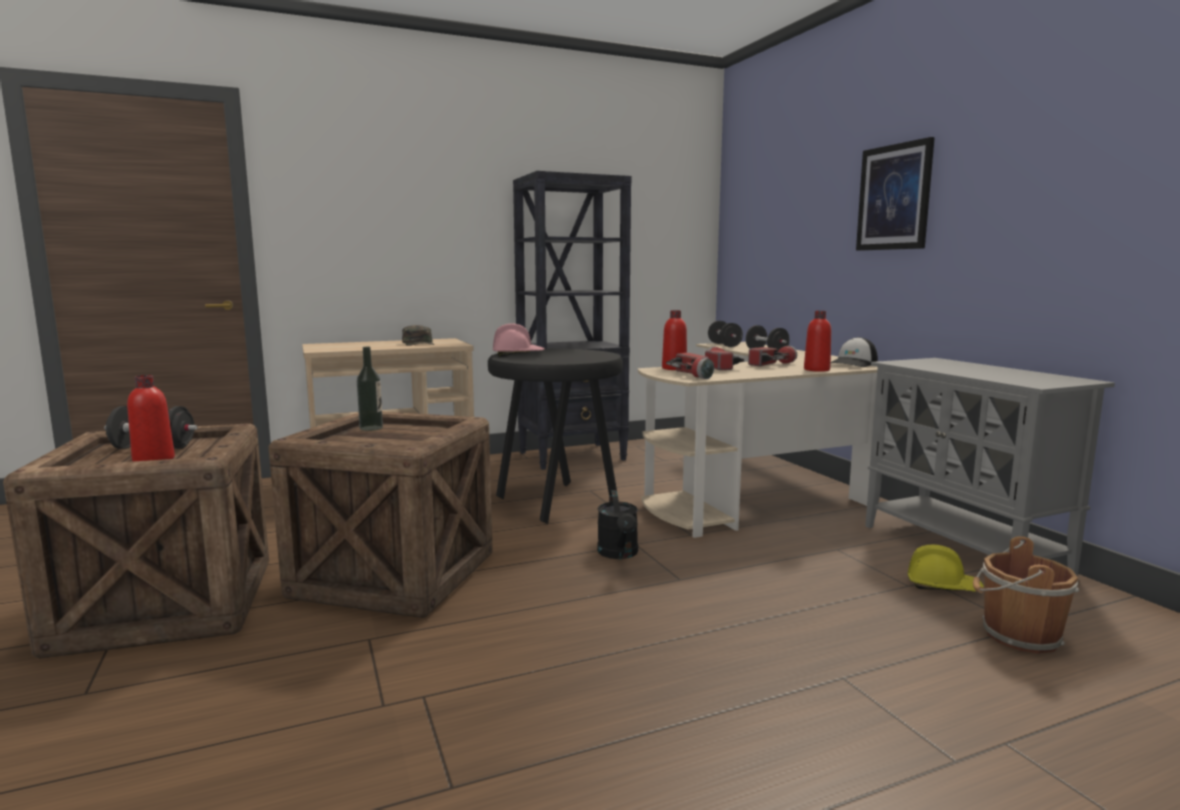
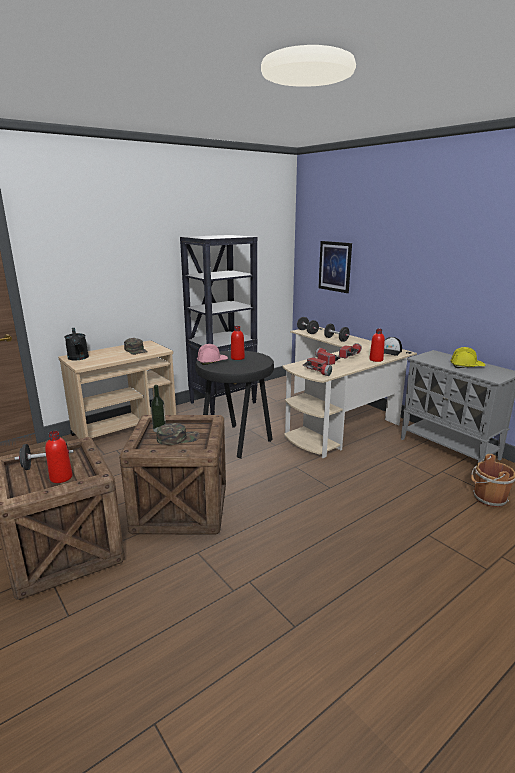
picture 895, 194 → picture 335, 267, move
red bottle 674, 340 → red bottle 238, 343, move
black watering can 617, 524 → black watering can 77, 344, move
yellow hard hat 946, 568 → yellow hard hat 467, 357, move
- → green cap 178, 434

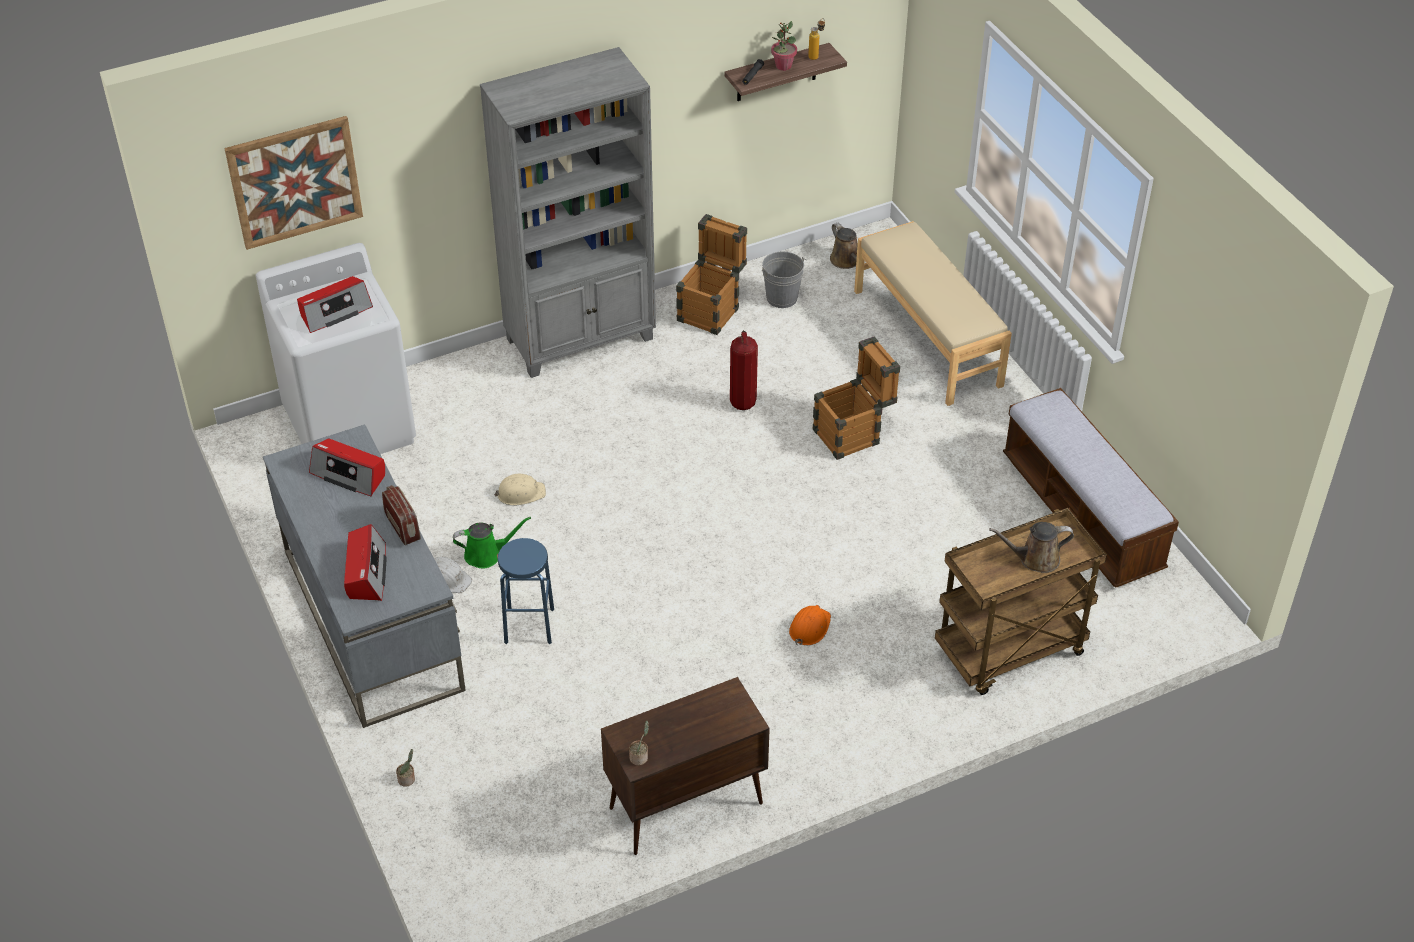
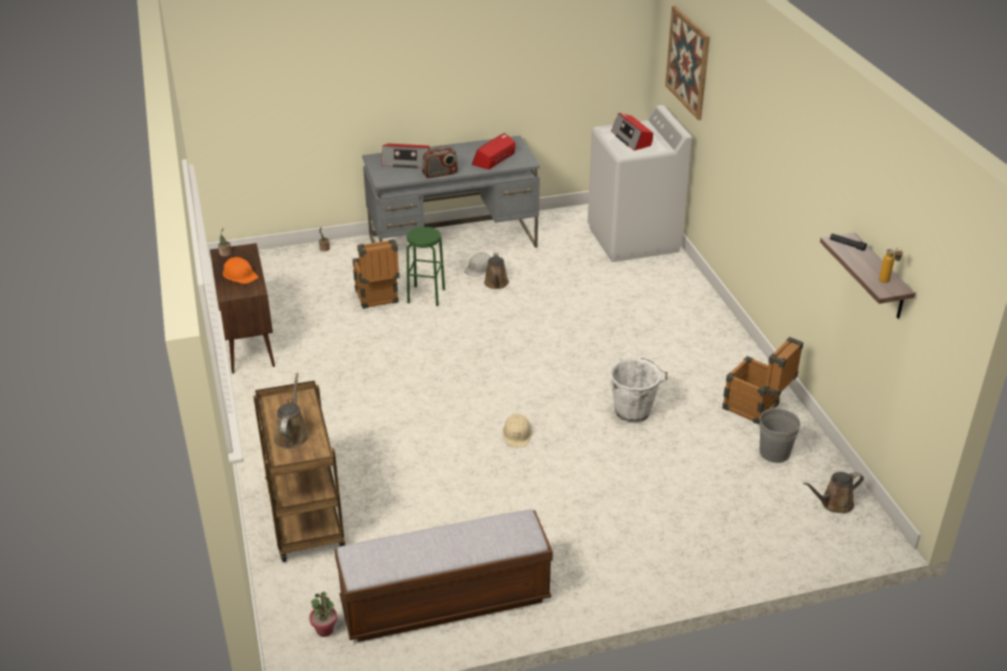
potted plant 784, 46 → potted plant 323, 614, move
grey bookcase 568, 212 → -
beige bench 933, 313 → -
fire extinguisher 744, 370 → white bucket 638, 390
crate 856, 398 → crate 376, 274, move
beige hard hat 520, 489 → beige hard hat 517, 430, move
green watering can 492, 542 → brown watering can 496, 270
blue stool 526, 591 → green stool 425, 266
orange hard hat 810, 625 → orange hard hat 240, 270, move

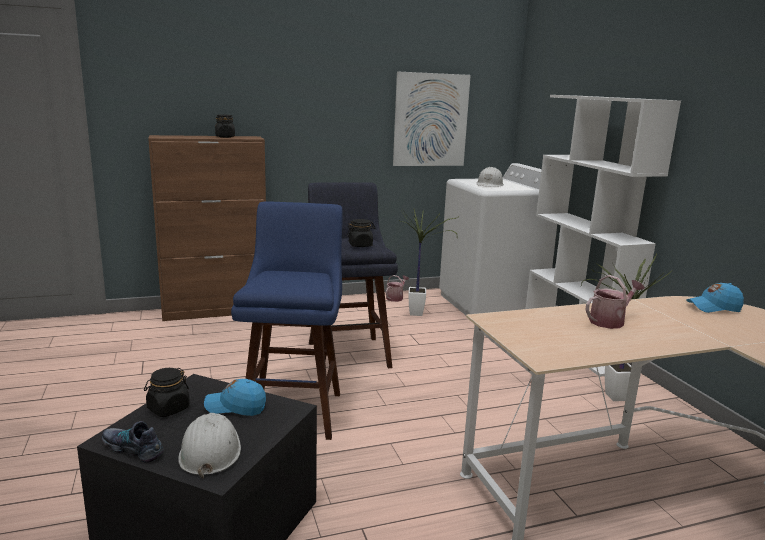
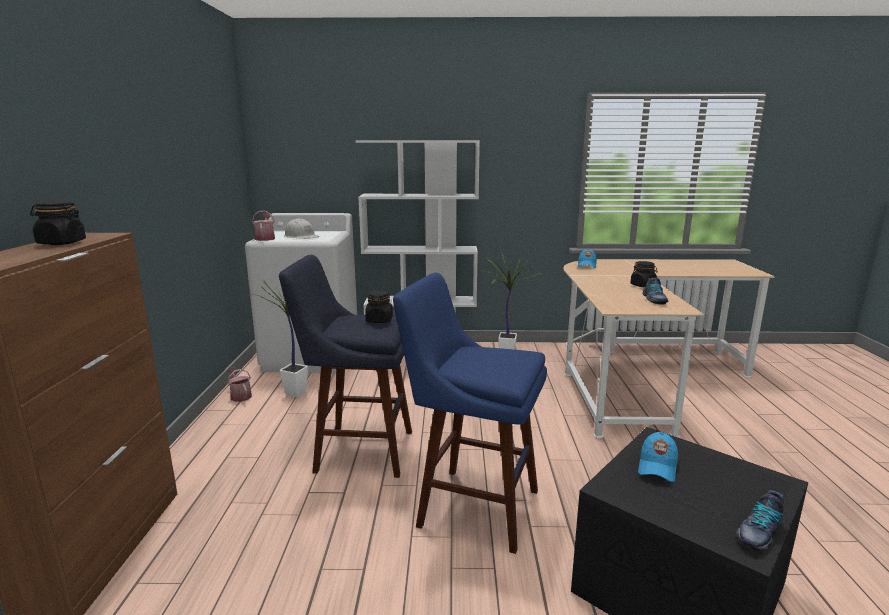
picture 432, 118 → -
watering can 615, 302 → watering can 263, 226, move
black jar 167, 392 → black jar 644, 274, move
white hard hat 209, 446 → -
- → shoe 655, 291

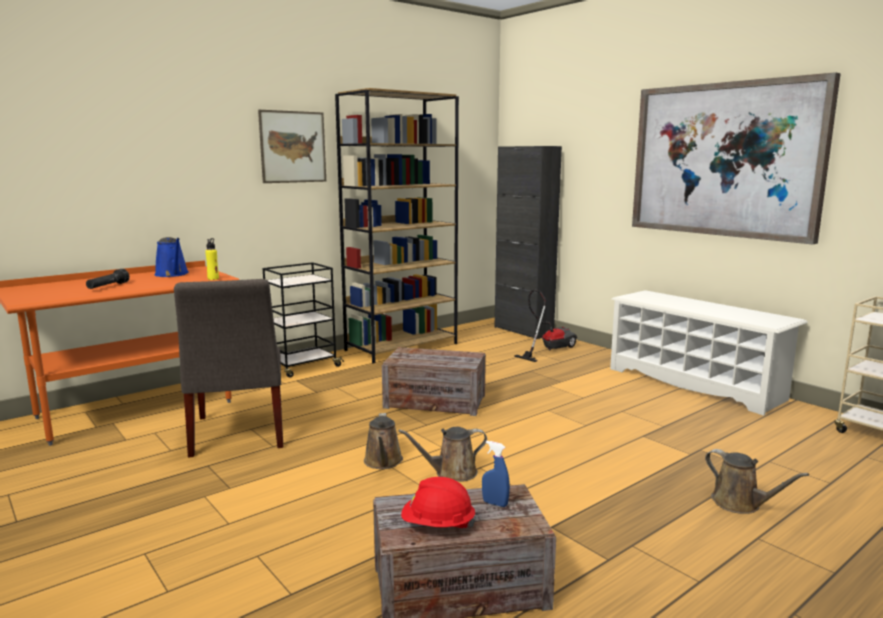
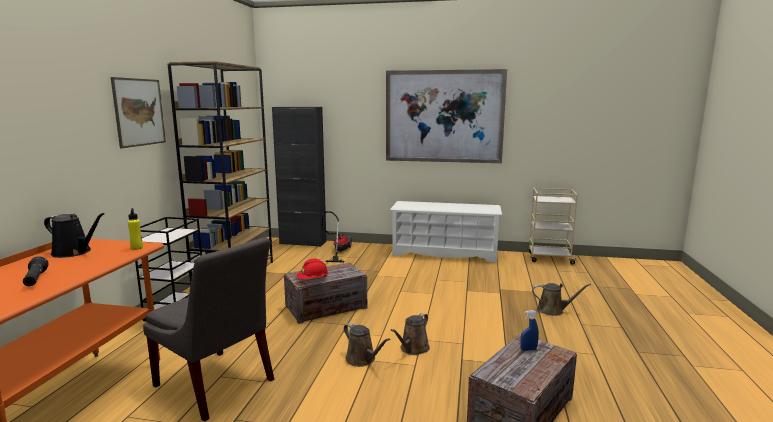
blue watering can 171, 257 → black watering can 74, 235
red hard hat 438, 502 → red hard hat 313, 268, move

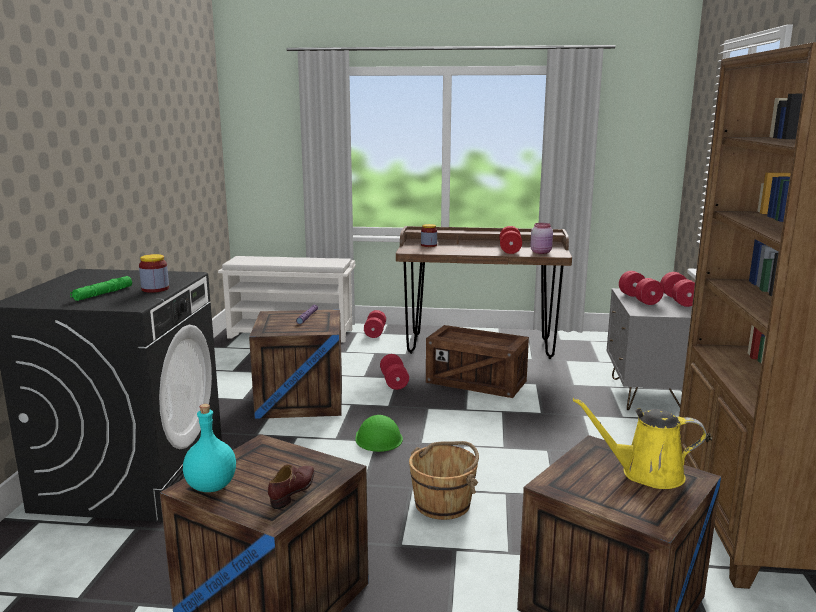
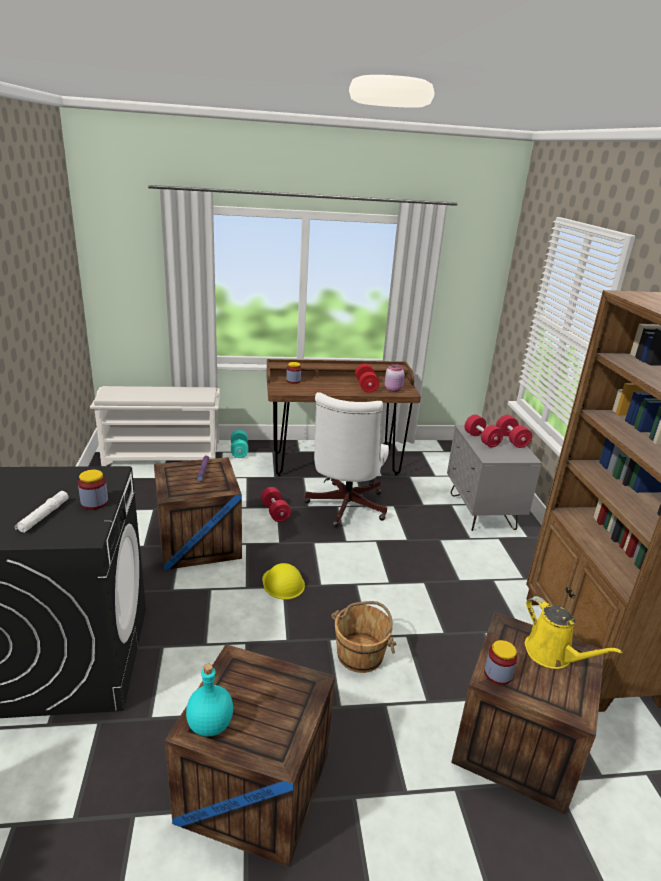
green flashlight 101, 288 → white flashlight 42, 512
red dumbbell 375, 324 → turquoise dumbbell 239, 444
crate 477, 361 → white office chair 346, 459
yellow watering can 640, 443 → yellow watering can 574, 632, 120 degrees counterclockwise
green hard hat 379, 433 → yellow hard hat 283, 581
brown shoe 291, 486 → -
- → jar 500, 662

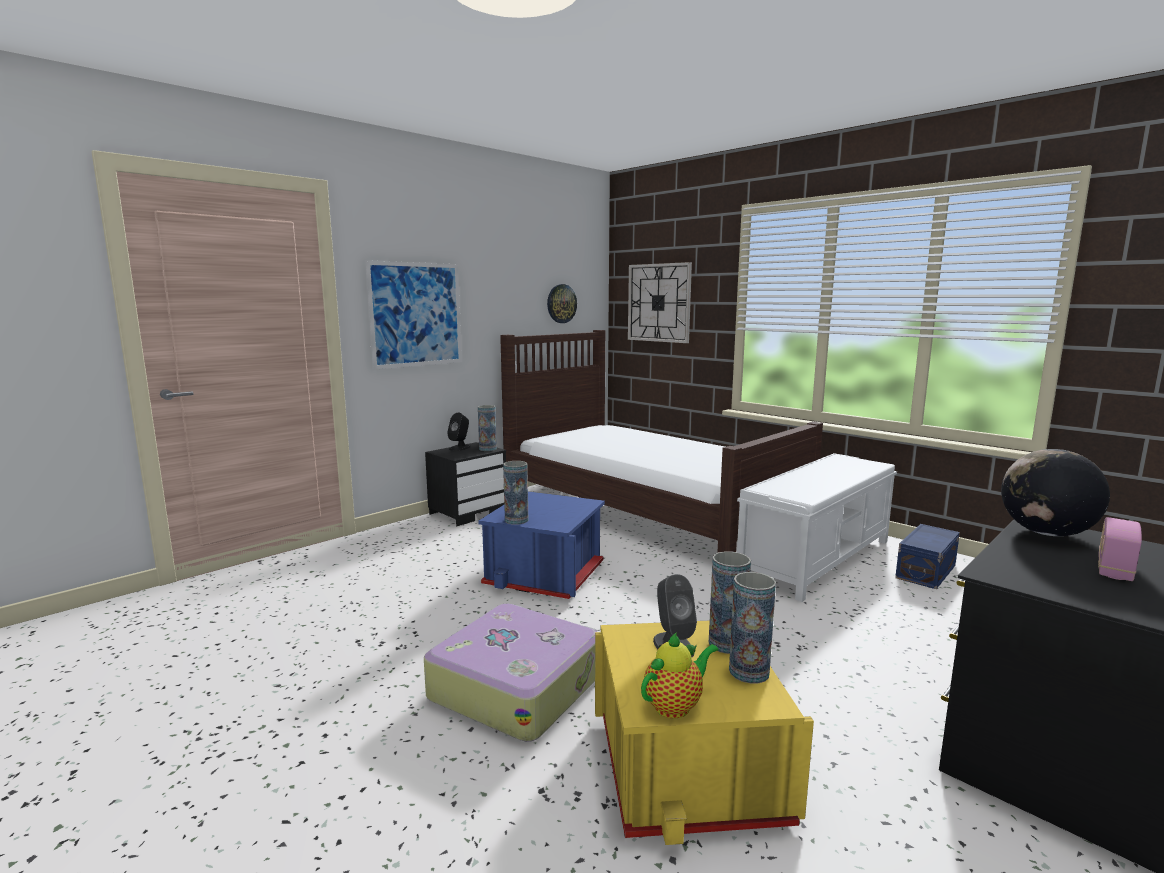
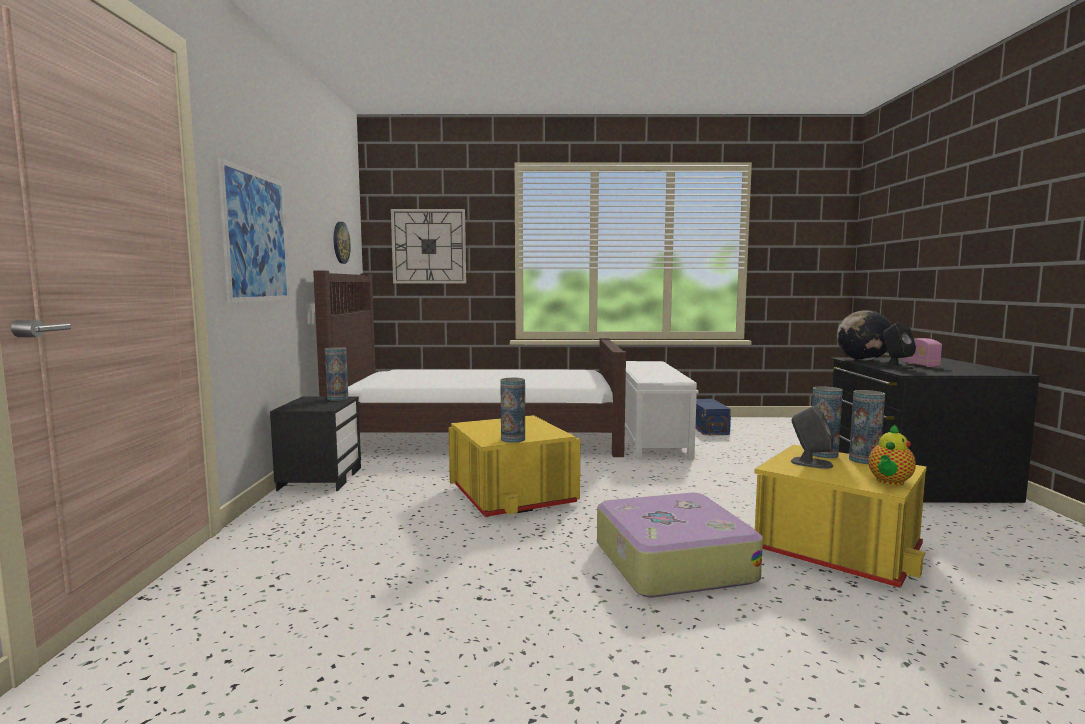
black speaker 459, 432 → black speaker 898, 345, move
blue storage box 541, 545 → yellow storage box 514, 466
teapot 680, 675 → teapot 892, 455, 150 degrees counterclockwise

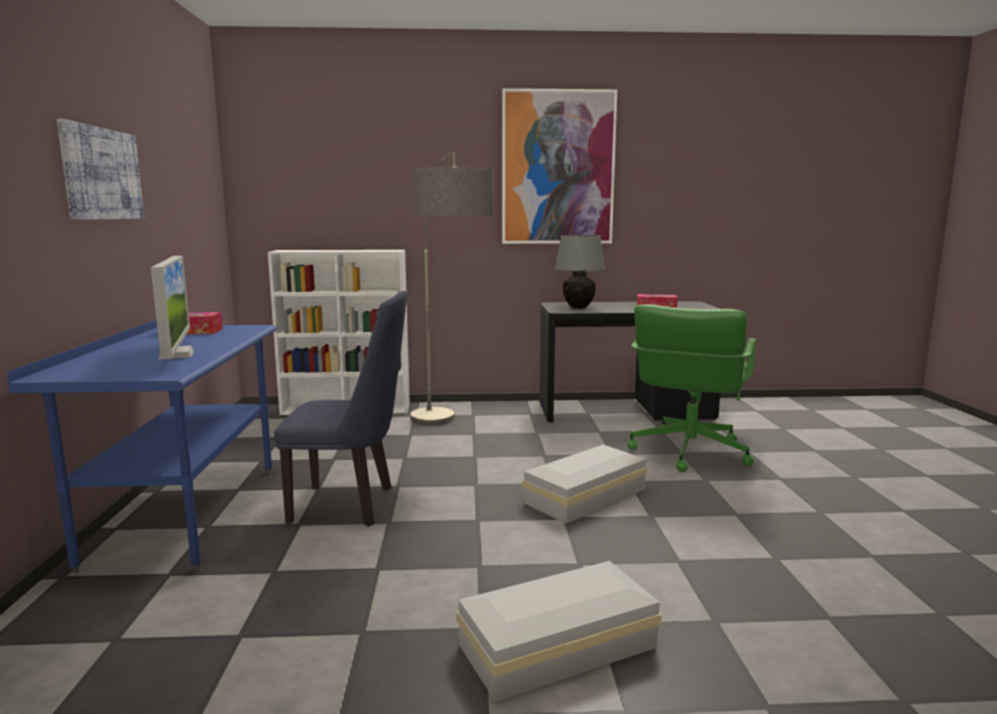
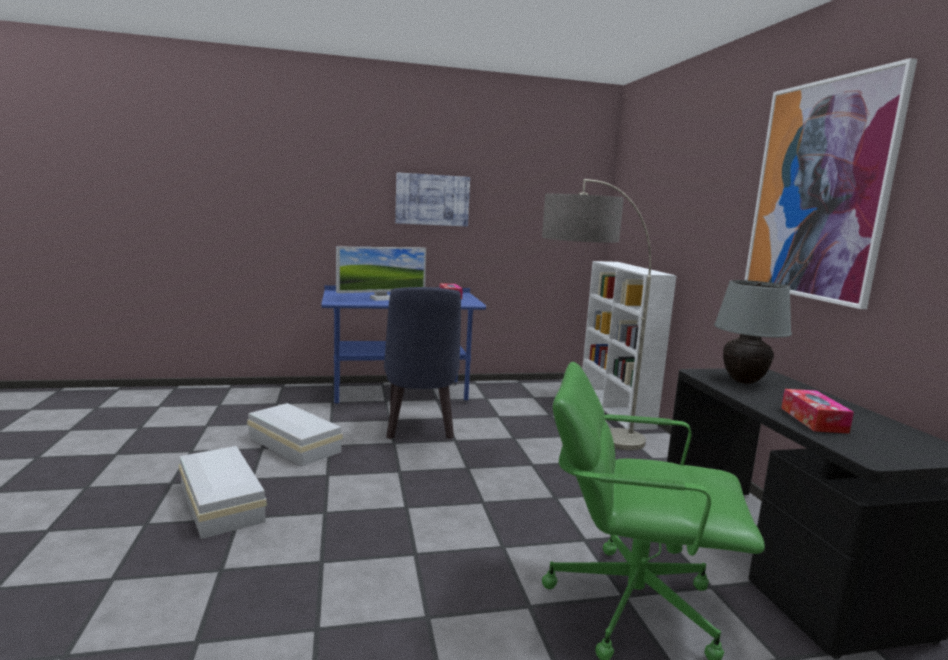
white storage box 585, 484 → white storage box 295, 435, move

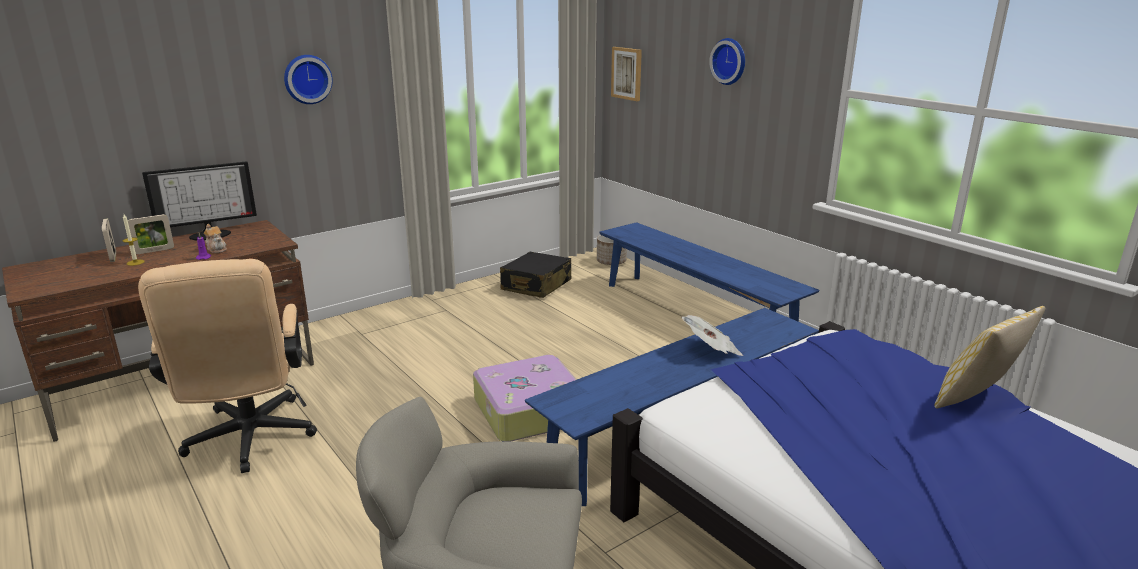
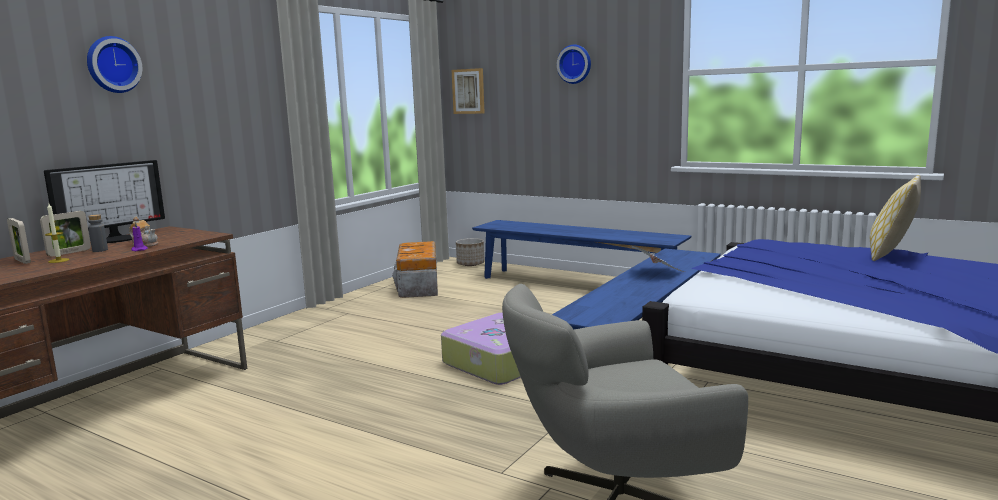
wall clock 308, 79 → wall clock 114, 64, move
black suitcase 535, 275 → storage box 415, 269
beige office chair 227, 366 → -
- → grey bottle 98, 233

